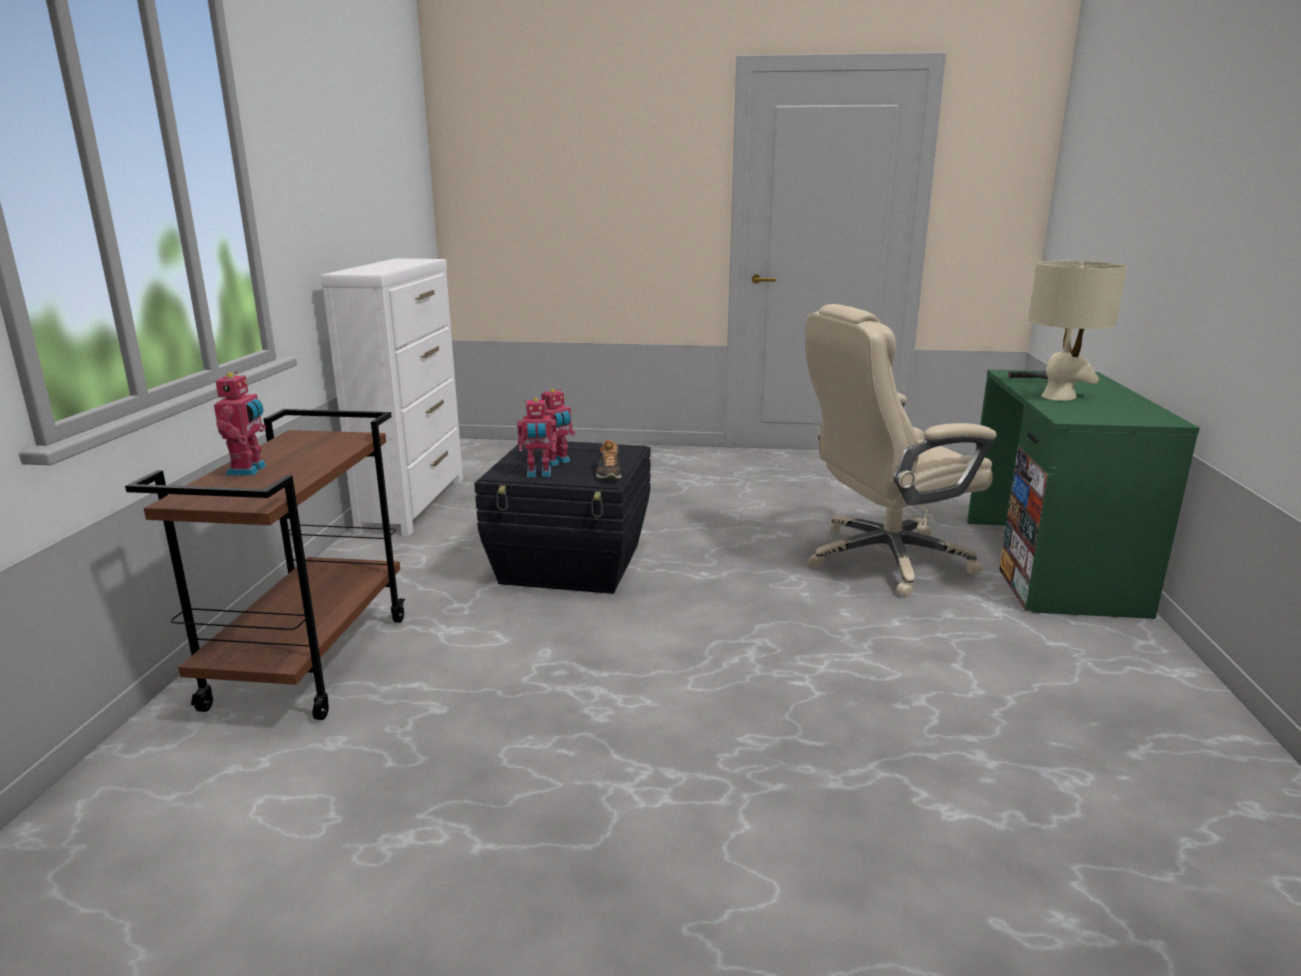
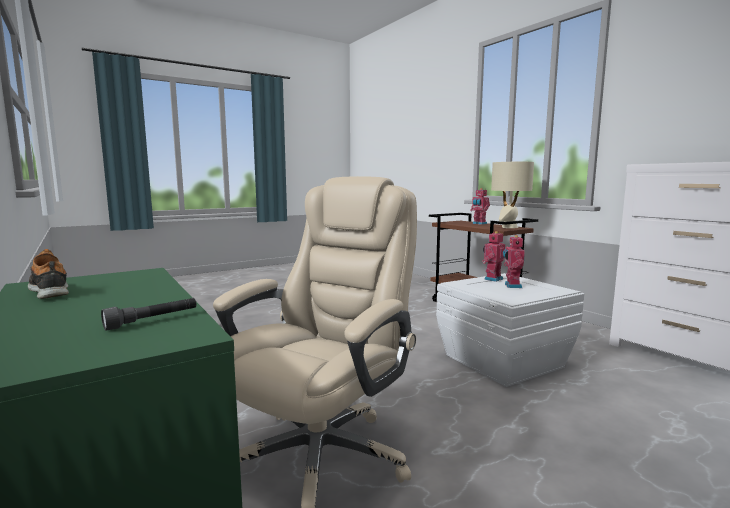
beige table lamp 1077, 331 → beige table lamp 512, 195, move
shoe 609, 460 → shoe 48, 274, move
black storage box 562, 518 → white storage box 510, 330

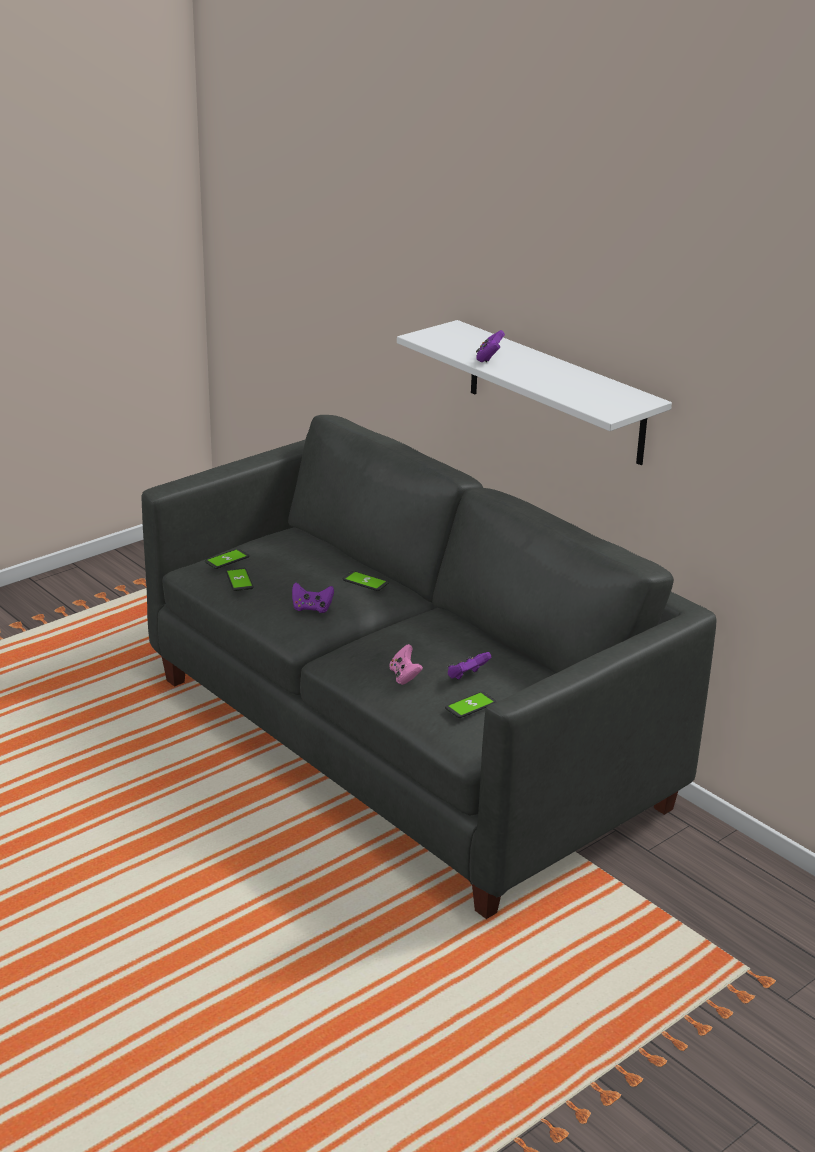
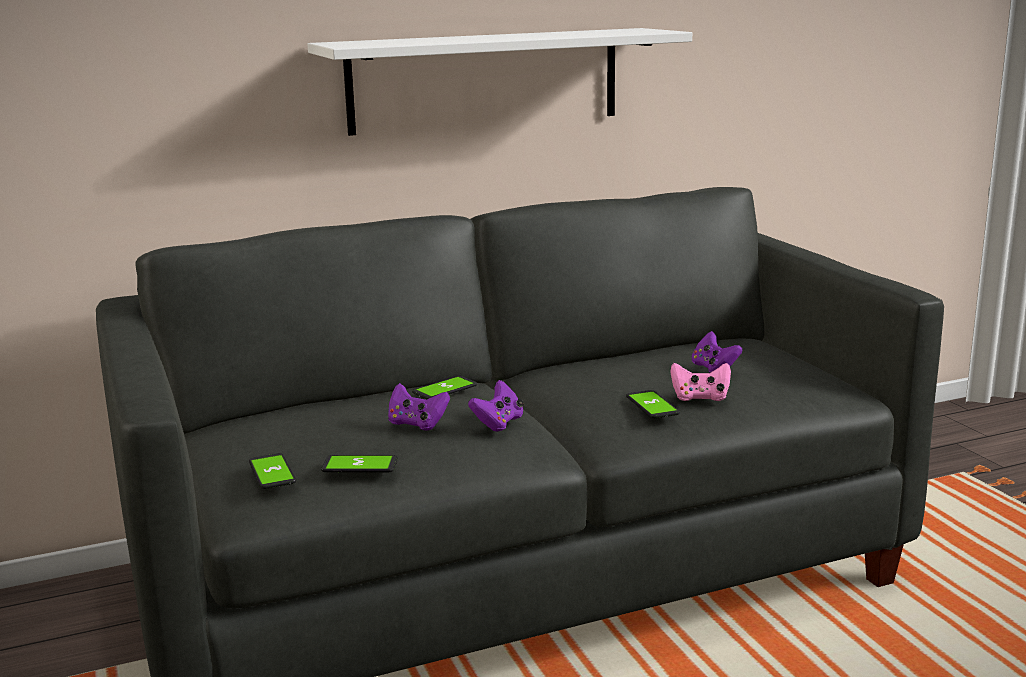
purple game controller 490, 346 → purple game controller 419, 407, move
phone 470, 705 → phone 653, 404, move

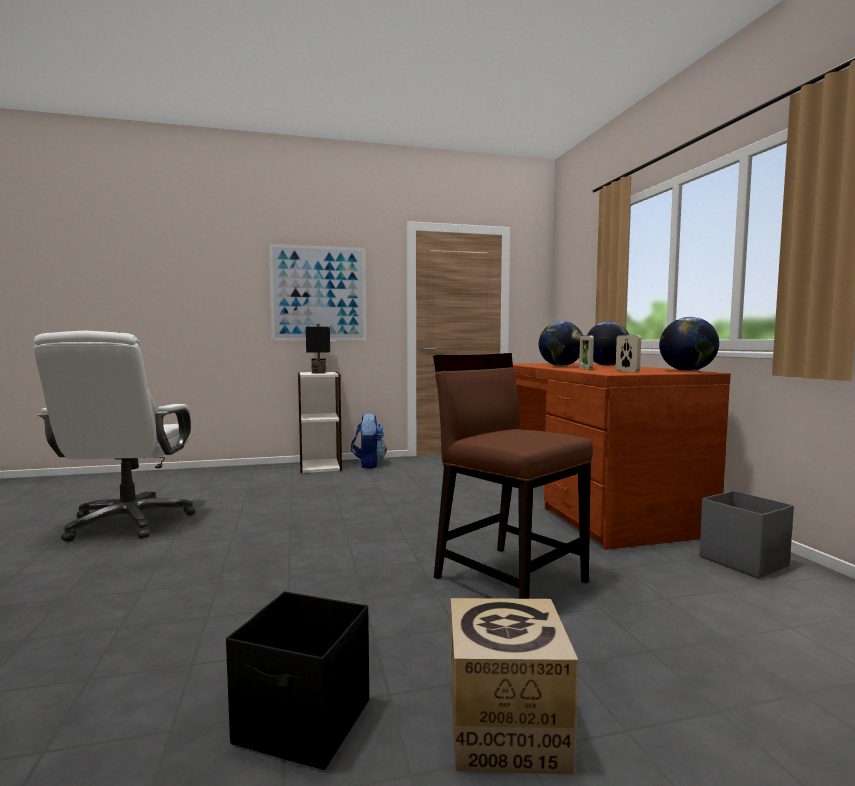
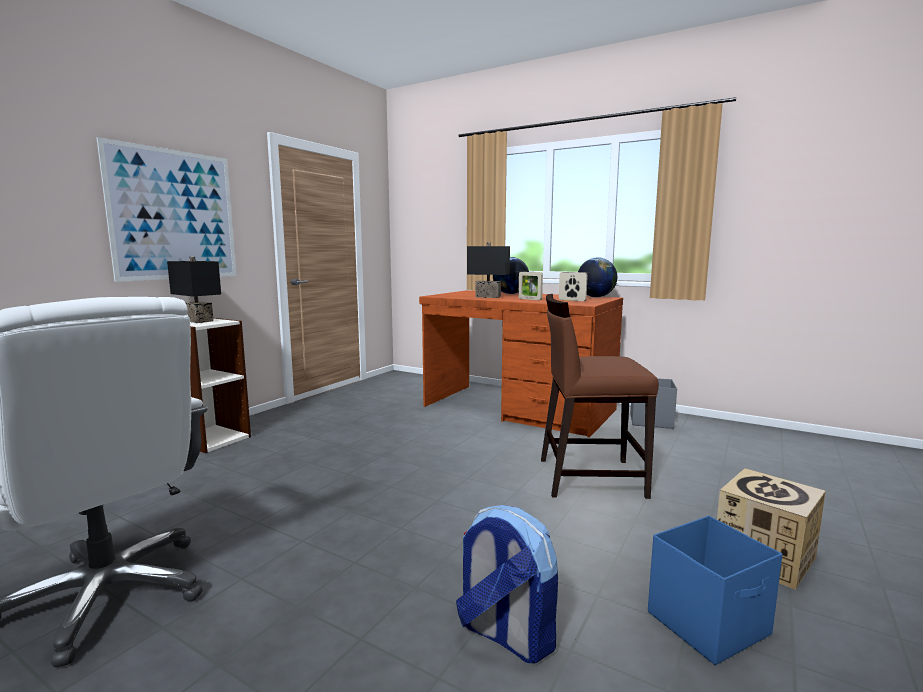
globe 561, 343 → black table lamp 488, 270
backpack 369, 441 → backpack 507, 584, move
black storage box 297, 680 → blue storage box 715, 590

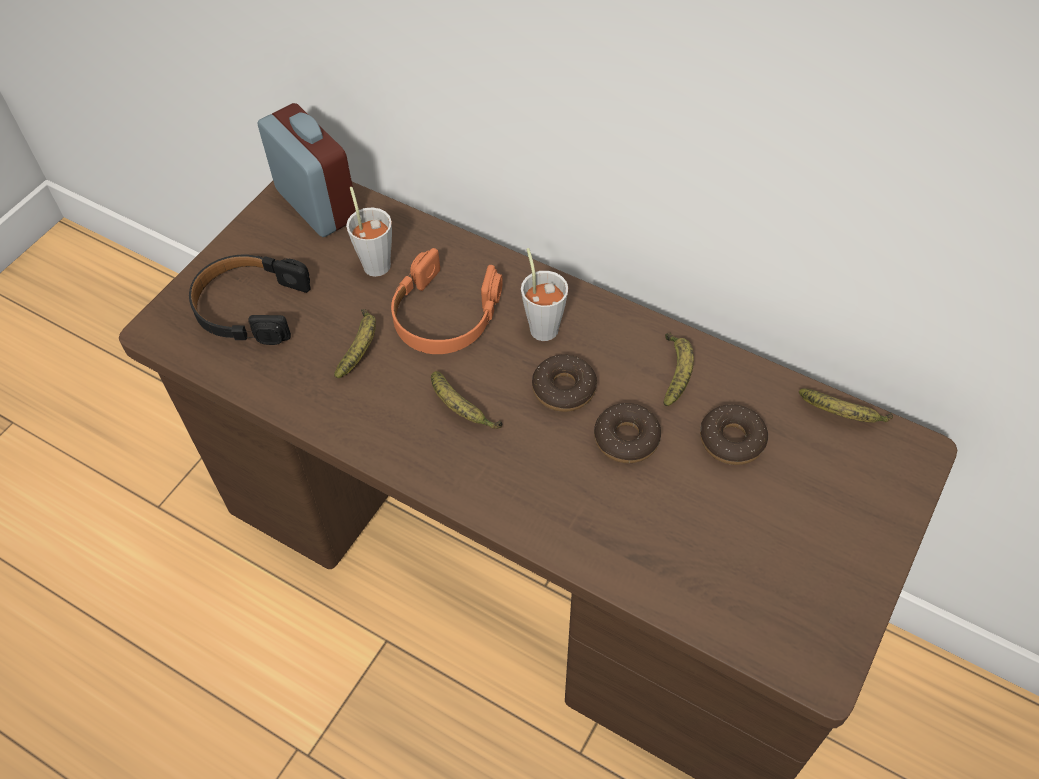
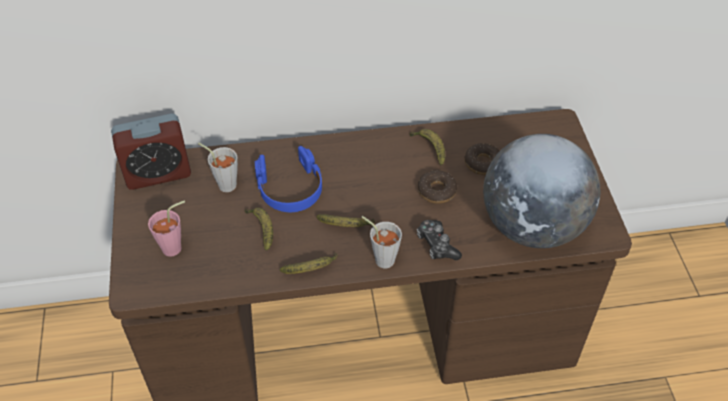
alarm clock 307, 170 → alarm clock 151, 151, 150 degrees clockwise
orange headphones 447, 301 → blue headphones 288, 179
grey cup 544, 294 → grey cup 381, 242, move
black headphones 250, 299 → pink cup 166, 228
donut 564, 383 → -
banana 846, 405 → banana 309, 263, move
- → globe 541, 191
- → game controller 439, 240

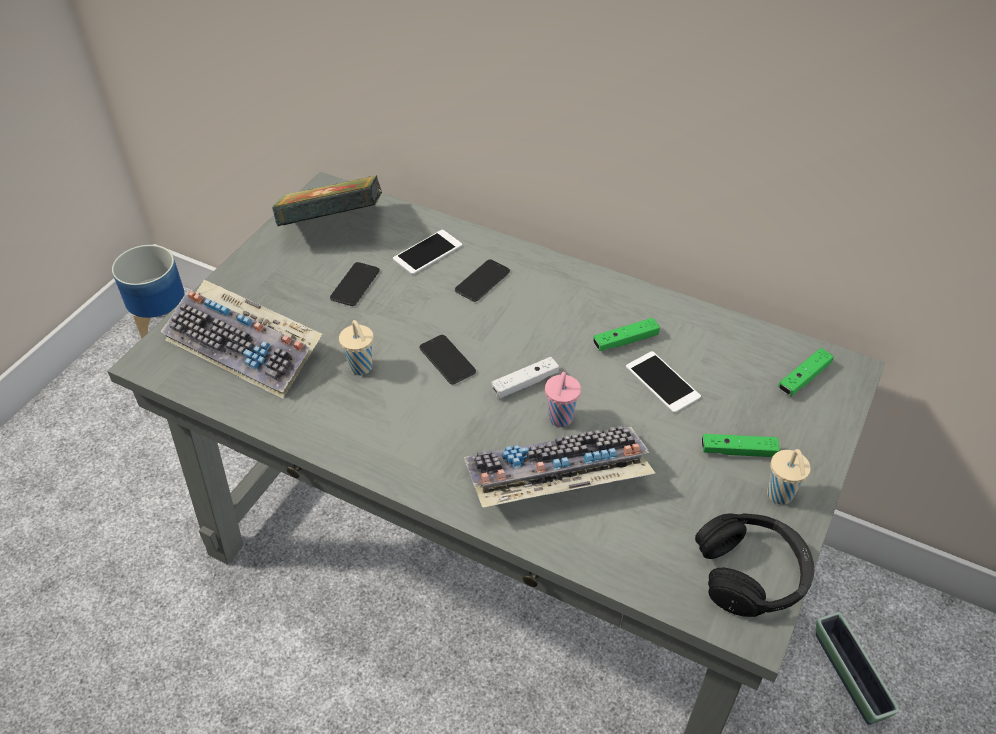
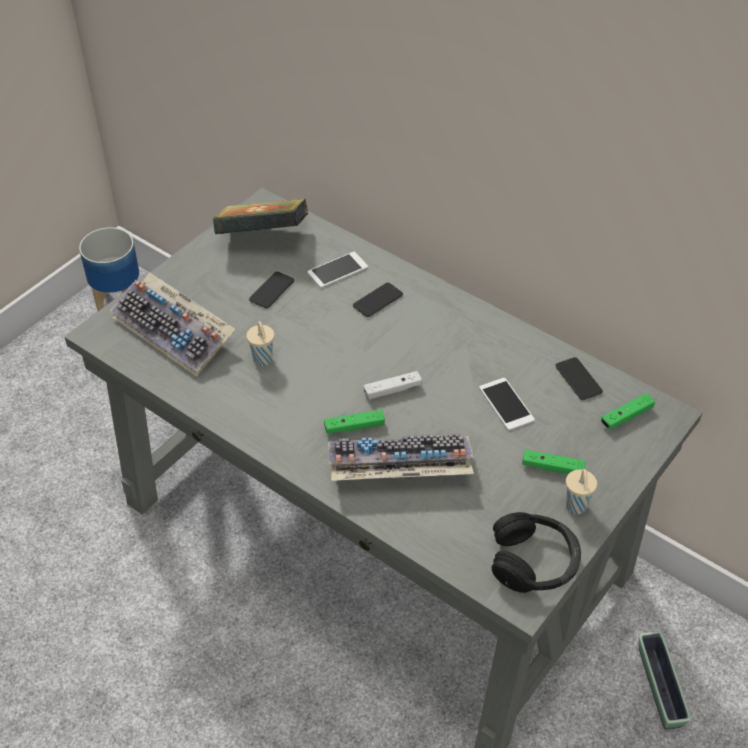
green game controller 626, 334 → green game controller 354, 422, move
phone 447, 359 → phone 579, 378, move
pink cup 563, 399 → -

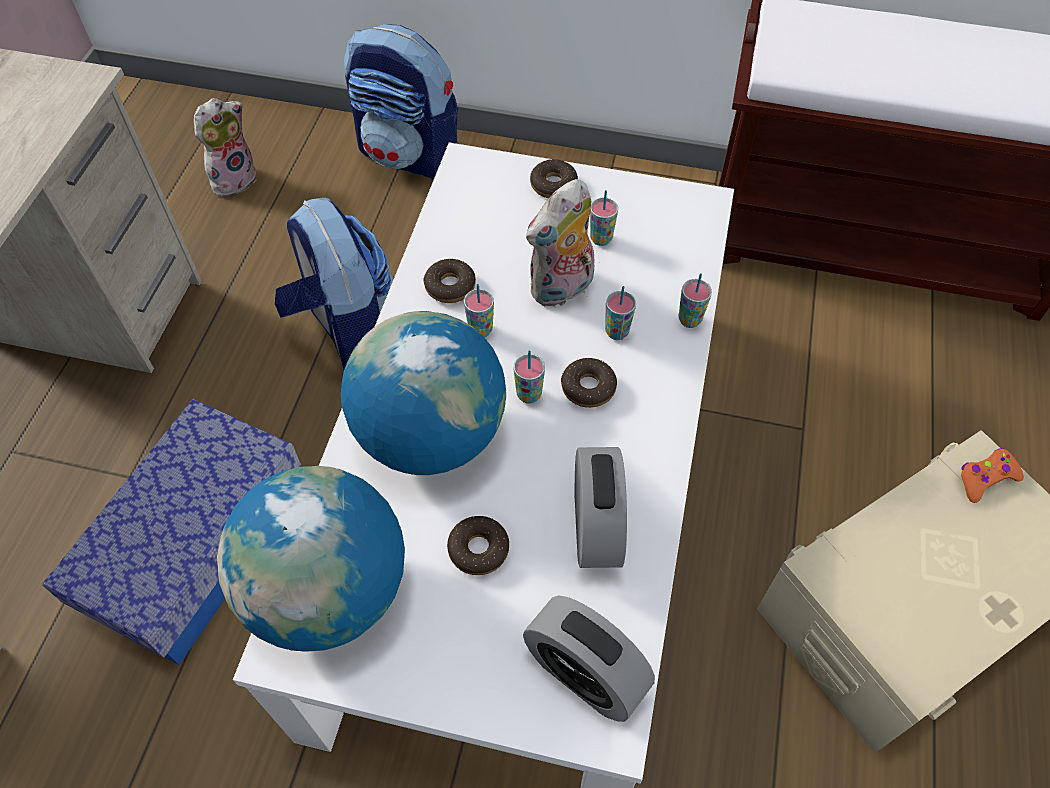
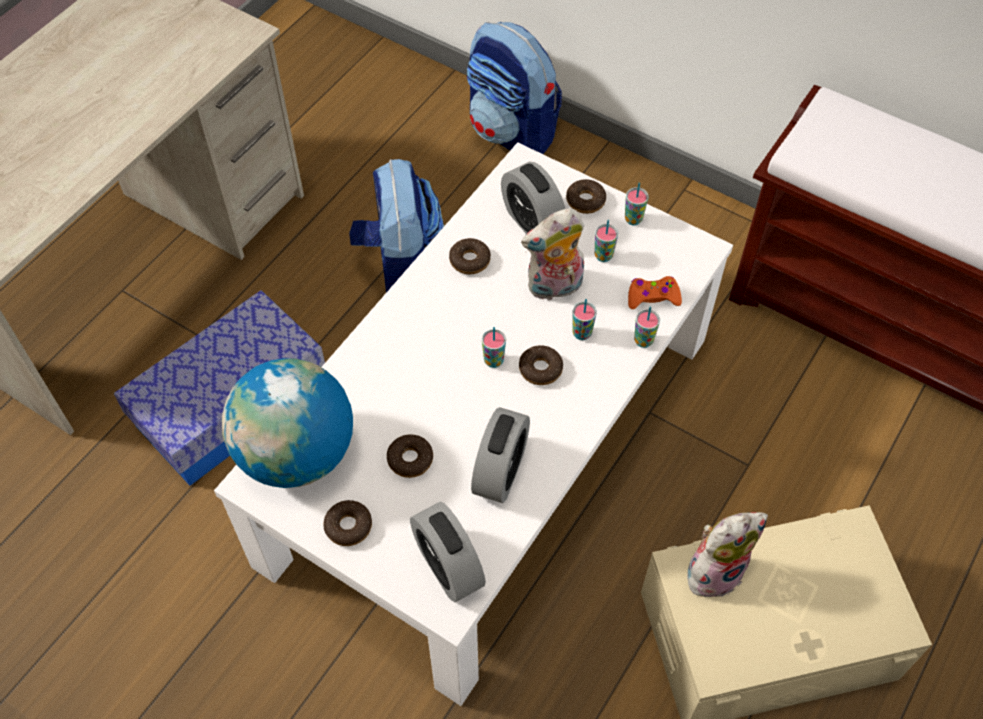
plush toy 225, 147 → plush toy 727, 557, move
cup 479, 311 → cup 637, 204, move
globe 423, 393 → -
orange game controller 992, 475 → orange game controller 655, 292, move
- → alarm clock 533, 197
- → donut 348, 523

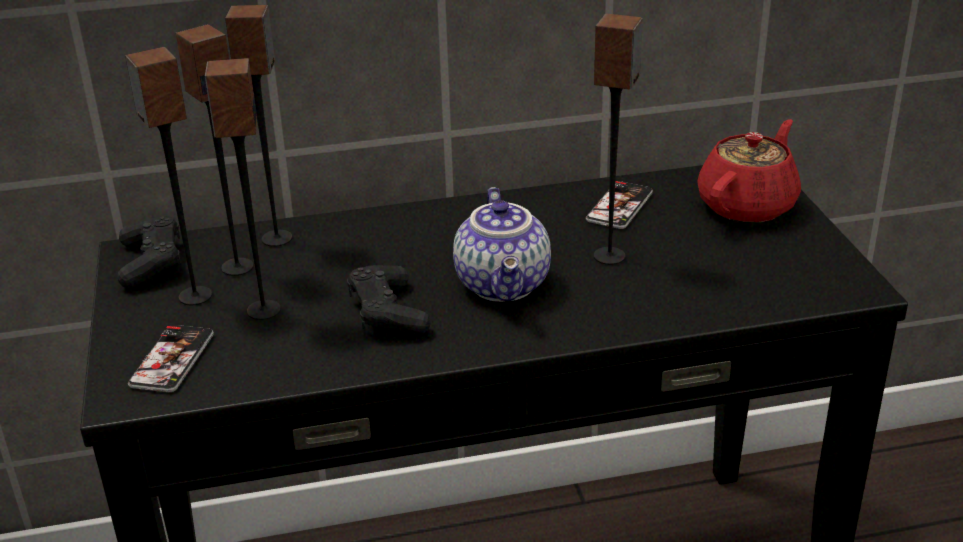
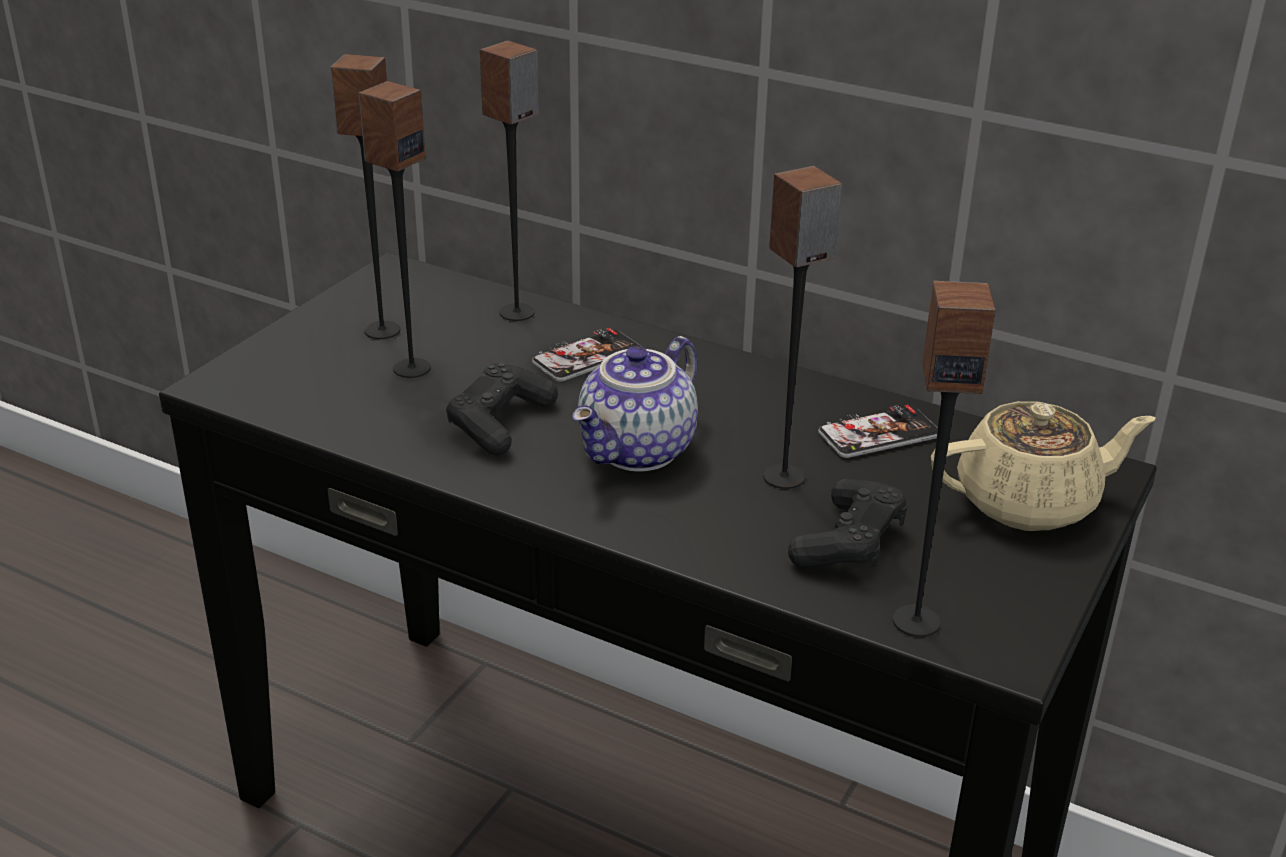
speaker 214, 150 → speaker 944, 459, move
red teapot 749, 171 → beige teapot 1043, 466
black game controller 149, 252 → black game controller 848, 523, move
phone 171, 358 → phone 586, 355, move

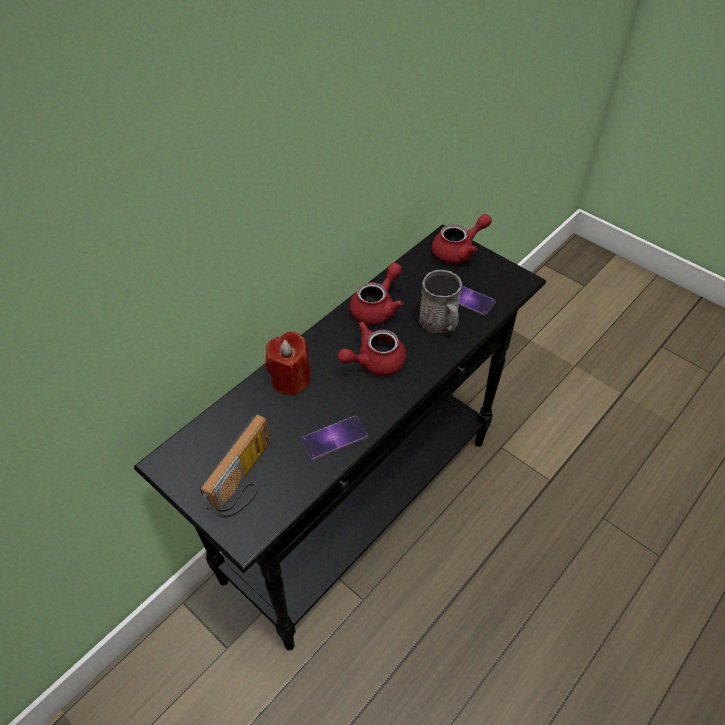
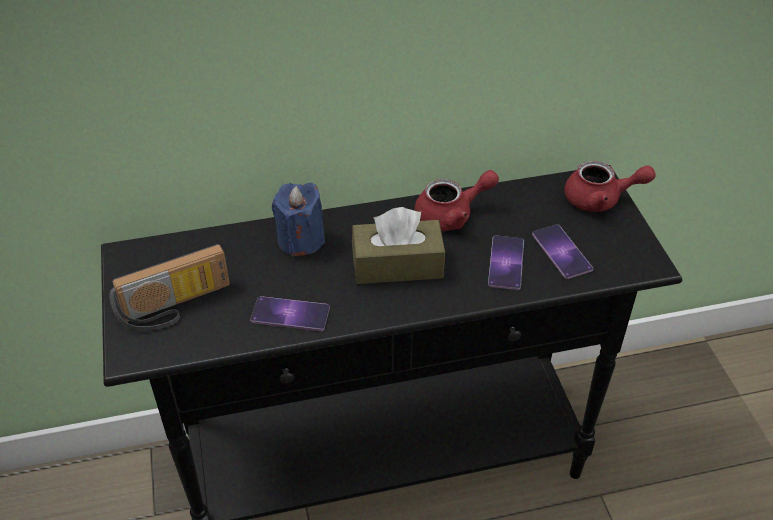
grey mug 440, 301 → phone 506, 262
red teapot 372, 349 → brown tissue box 398, 245
red candle 288, 363 → blue candle 298, 220

